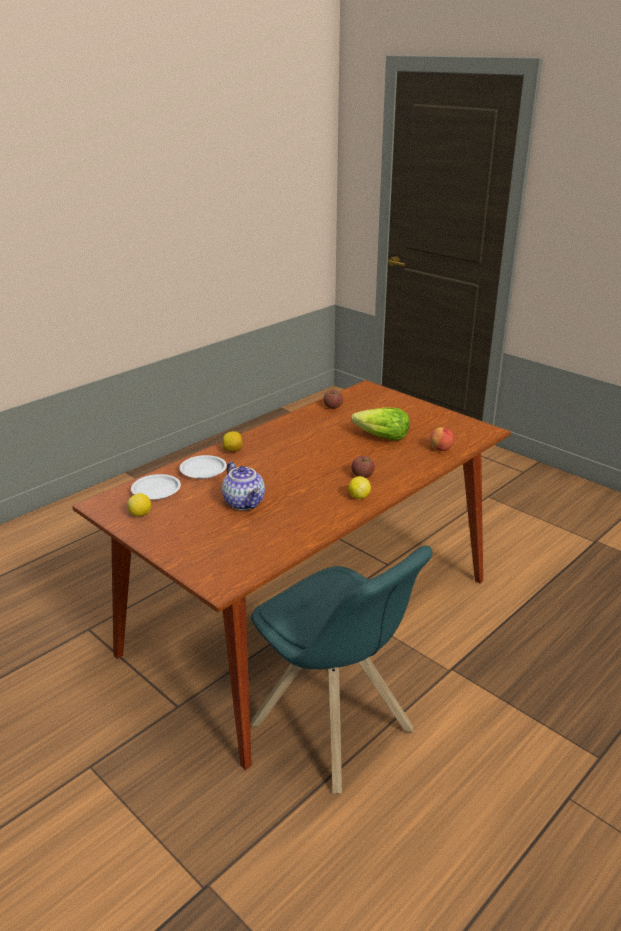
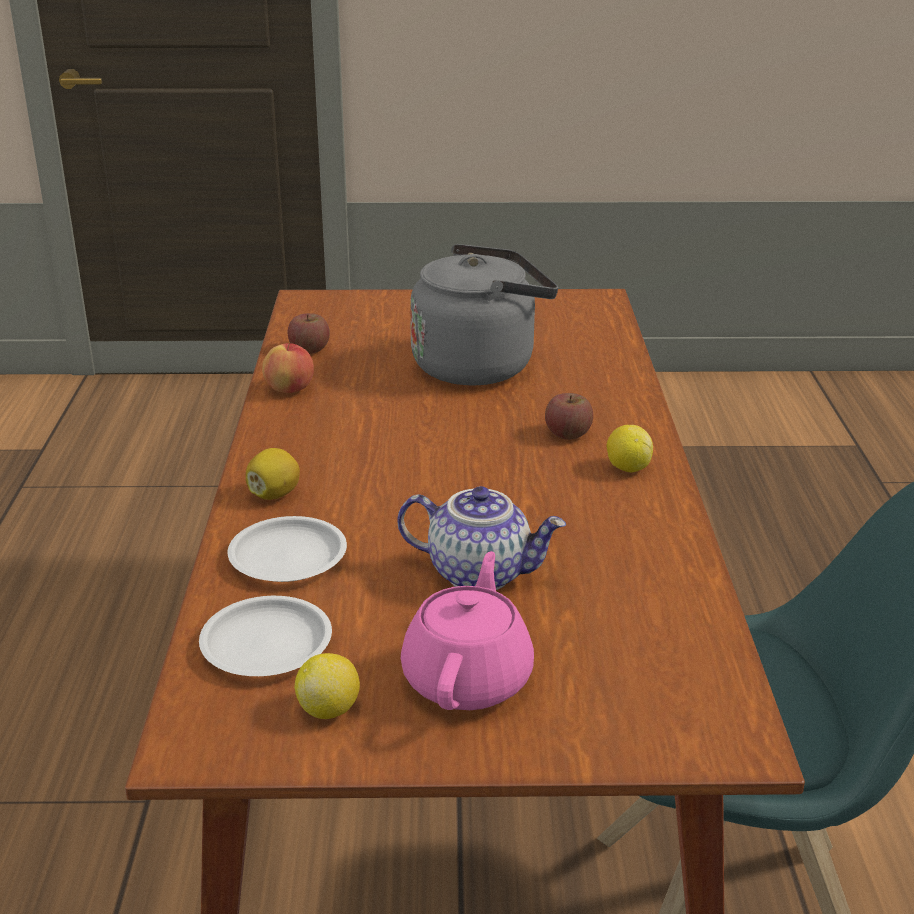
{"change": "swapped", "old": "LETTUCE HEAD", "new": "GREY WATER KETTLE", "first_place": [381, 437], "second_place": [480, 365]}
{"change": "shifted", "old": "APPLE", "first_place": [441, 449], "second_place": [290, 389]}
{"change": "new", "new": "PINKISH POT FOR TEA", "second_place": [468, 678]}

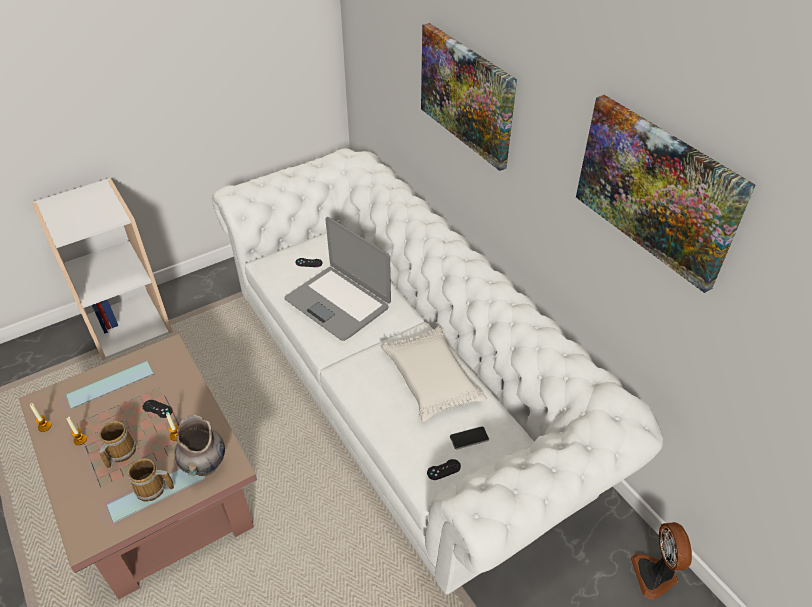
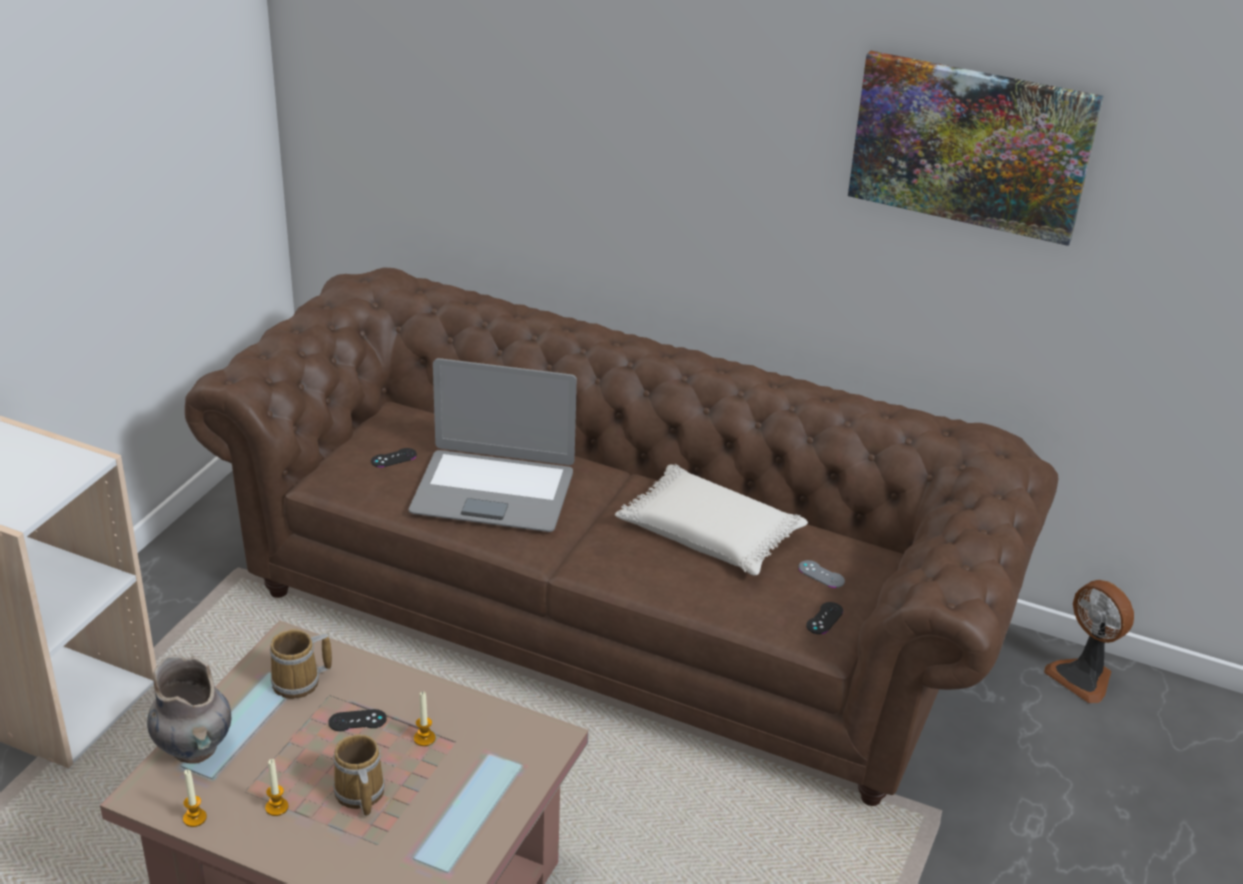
{"change": "shifted", "old": "COFFEE MUG", "first_place": [152, 489], "second_place": [299, 682]}
{"change": "shifted", "old": "GREY VASE", "first_place": [205, 466], "second_place": [195, 750]}
{"change": "repainted", "old": "WHITISH COUCH", "new": "BROWNISH COUCH", "first_place": [405, 391], "second_place": [613, 611]}
{"change": "gone", "old": "WALL ART", "first_place": [467, 94]}
{"change": "swapped", "old": "TELEPHONE", "new": "GREY GAME CONTROLLER", "first_place": [469, 438], "second_place": [821, 574]}

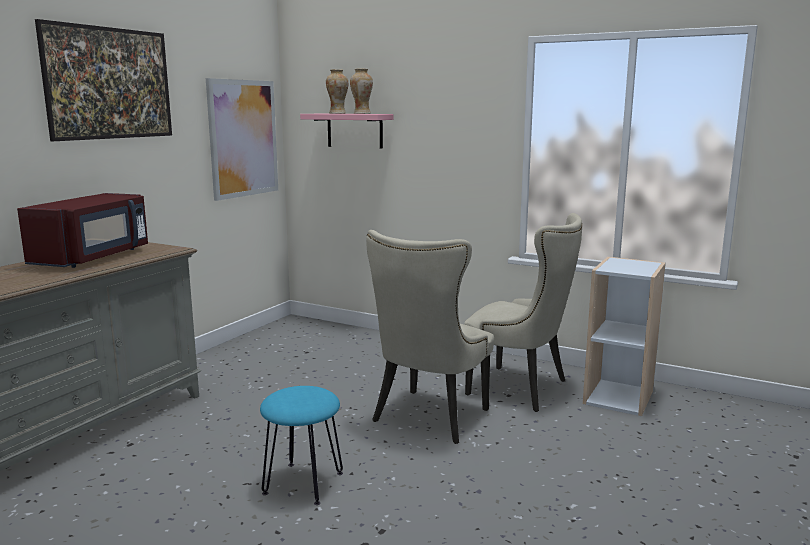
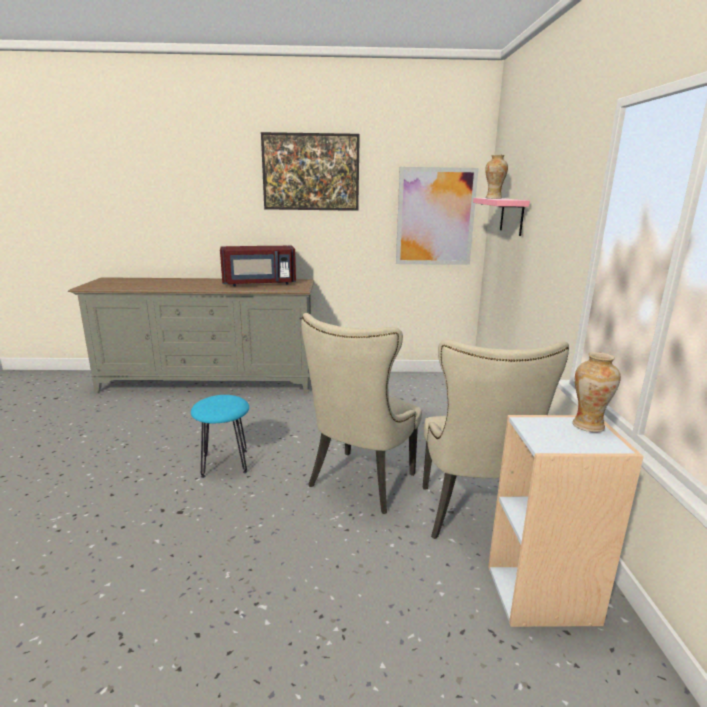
{"change": "shifted", "old": "VASE", "first_place": [362, 113], "second_place": [588, 425]}
{"change": "rotated", "old": "SAND-COLOURED PLAIN CHAIR", "first_place": [430, 417], "second_place": [361, 482], "degrees": -60}

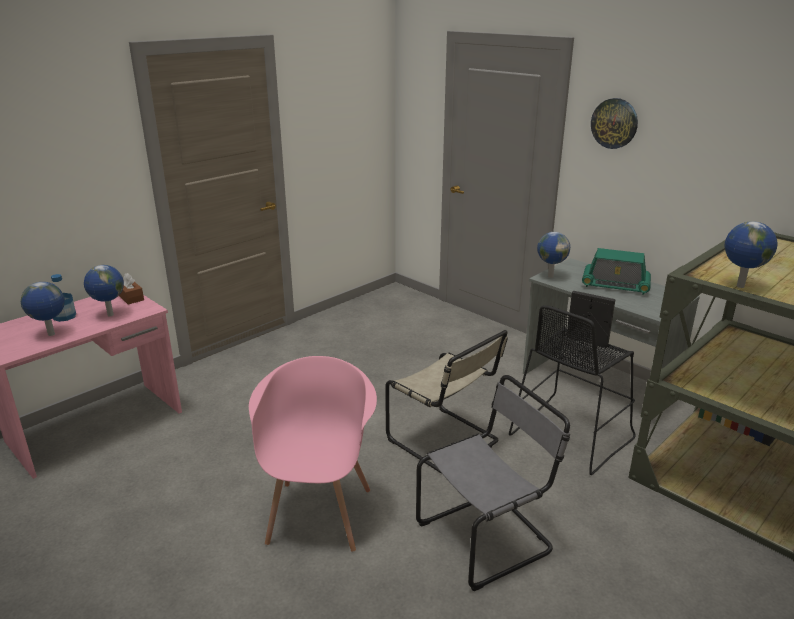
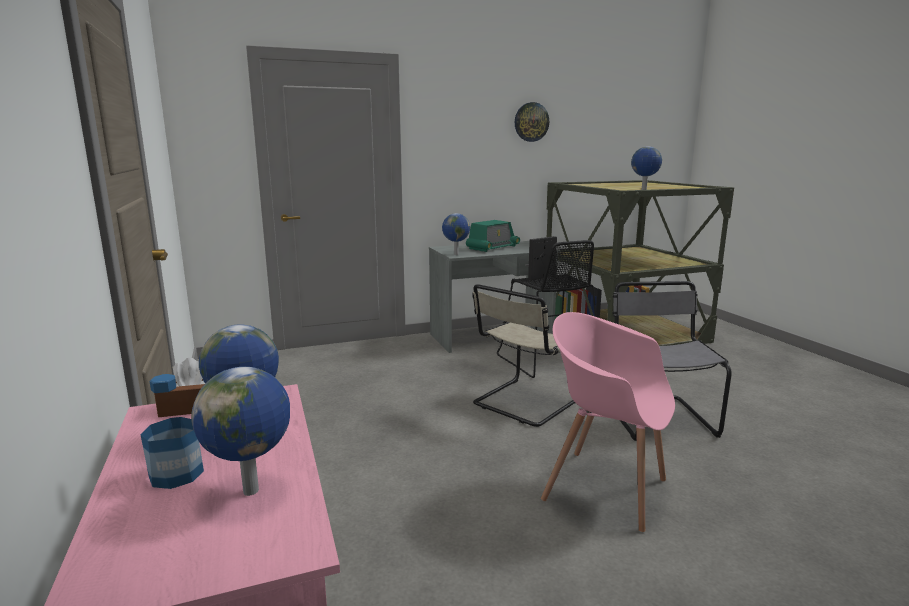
{"change": "rotated", "old": "SAND-COLOURED PLAIN CHAIR", "first_place": [446, 442], "second_place": [523, 403], "degrees": 150}
{"change": "shifted", "old": "CLOCK ON THE WALL", "first_place": [614, 123], "second_place": [531, 122]}

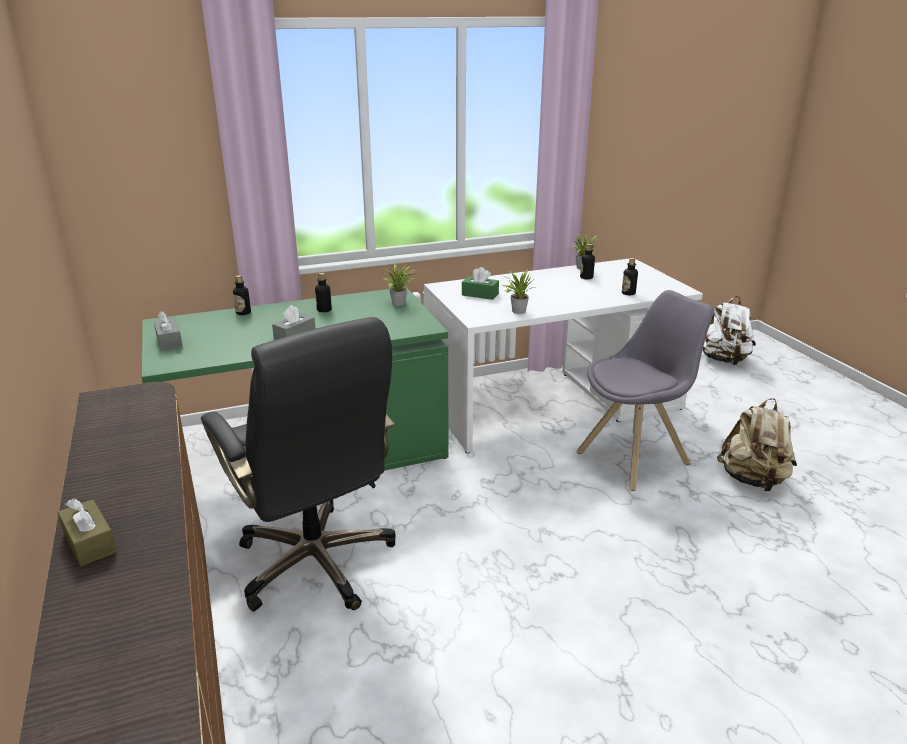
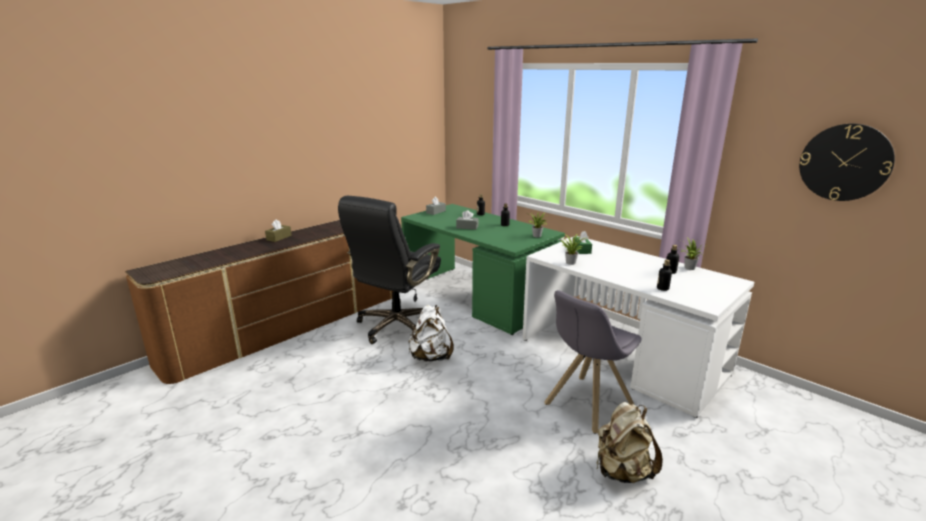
{"change": "rotated", "old": "GREY PLAIN CHAIR", "first_place": [634, 458], "second_place": [587, 404], "degrees": 105}
{"change": "shifted", "old": "WHITISH RUCKSACK", "first_place": [724, 360], "second_place": [430, 357]}
{"change": "new", "new": "CLOCK ON THE WALL", "second_place": [844, 162]}

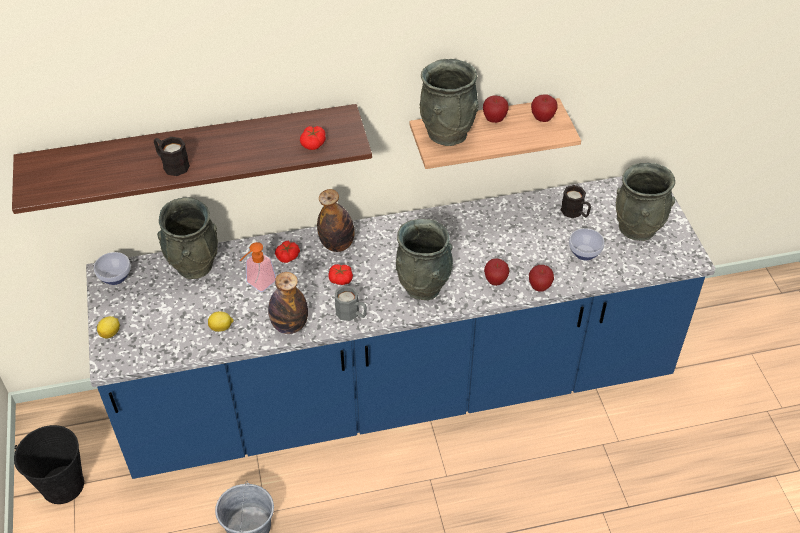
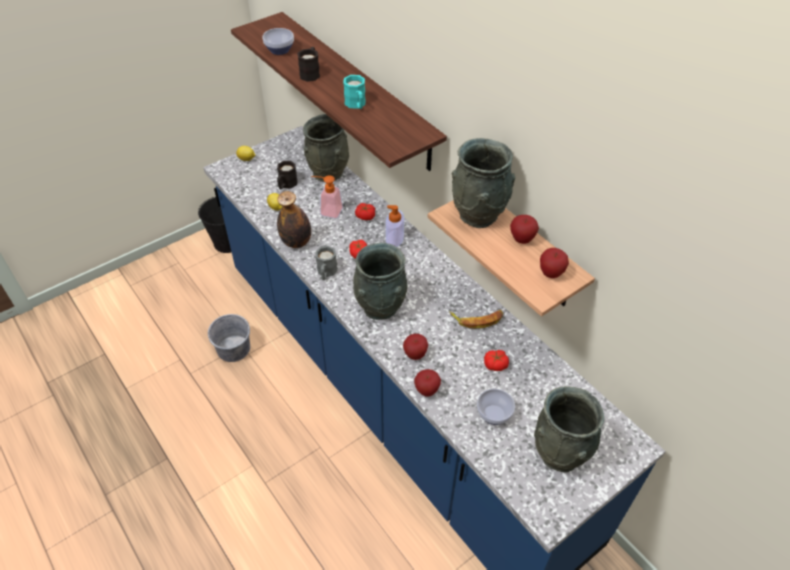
{"change": "shifted", "old": "DEEP DISH", "first_place": [115, 276], "second_place": [280, 50]}
{"change": "shifted", "old": "WHOLE TOMATO", "first_place": [313, 143], "second_place": [495, 364]}
{"change": "swapped", "old": "BOTTLE", "new": "SOAP DISPENSER", "first_place": [337, 244], "second_place": [394, 239]}
{"change": "shifted", "old": "BLACK COFFEE MUG", "first_place": [575, 213], "second_place": [286, 185]}
{"change": "new", "new": "TURQUOISE-COLOURED COFFEE MUG", "second_place": [356, 105]}
{"change": "new", "new": "WHOLE BANANA", "second_place": [477, 319]}

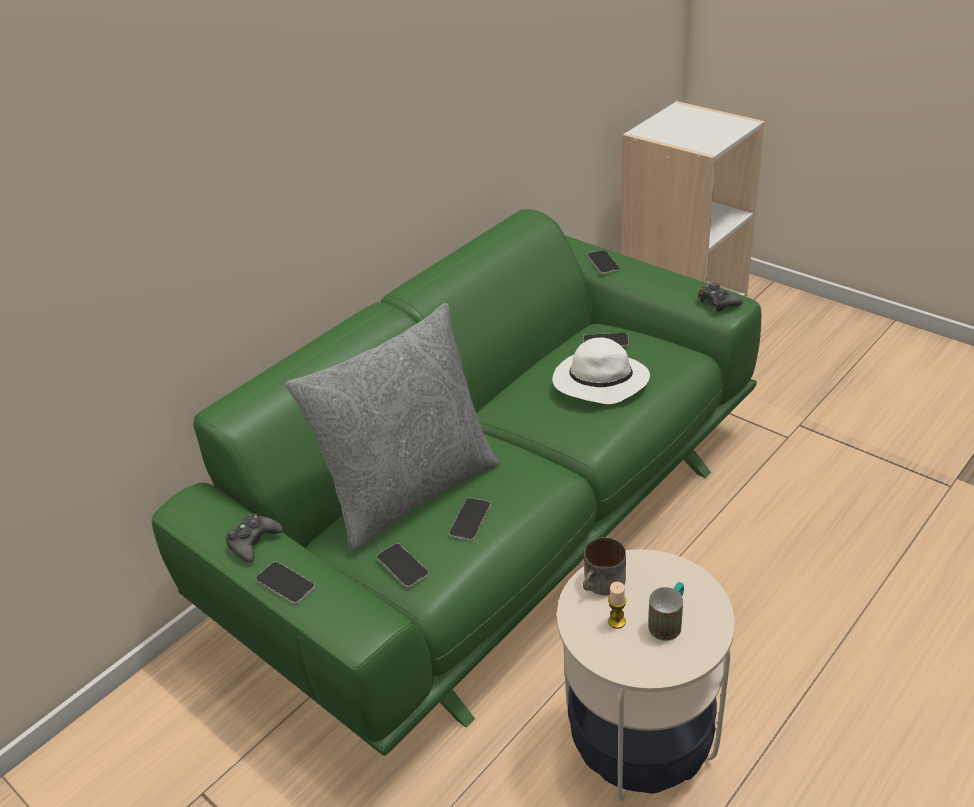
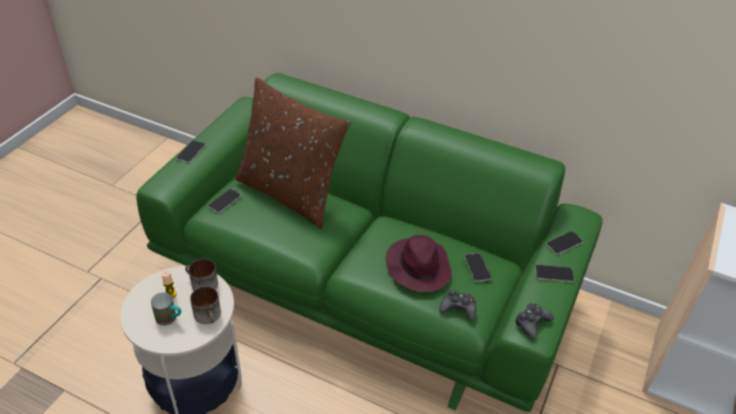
{"change": "shifted", "old": "BLACK GAME CONTROLLER", "first_place": [253, 542], "second_place": [458, 308]}
{"change": "repainted", "old": "GREY THROW PILLOW", "new": "BROWNISH THROW PILLOW", "first_place": [410, 490], "second_place": [290, 193]}
{"change": "shifted", "old": "TELEPHONE", "first_place": [470, 520], "second_place": [554, 274]}
{"change": "repainted", "old": "WHITISH HAT", "new": "PURPLISH HAT", "first_place": [598, 383], "second_place": [418, 267]}
{"change": "new", "new": "COFFEE MUG", "second_place": [209, 316]}

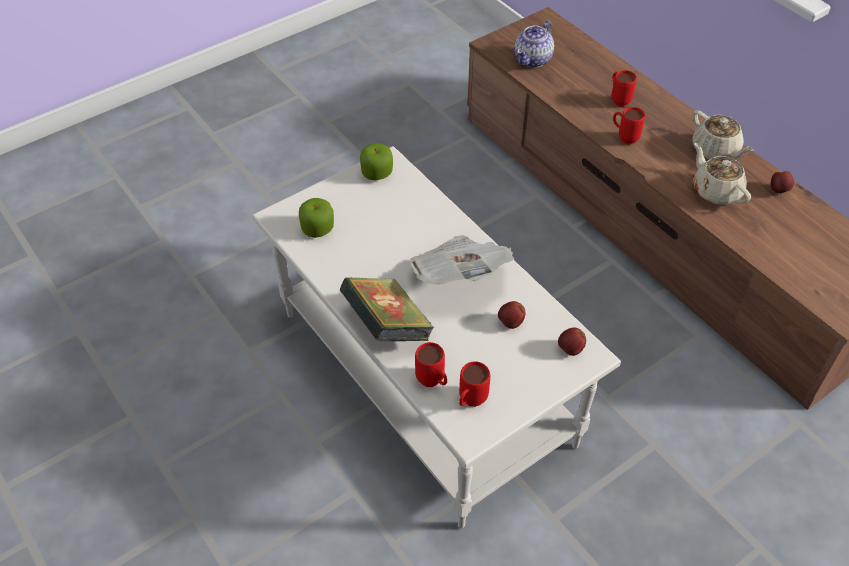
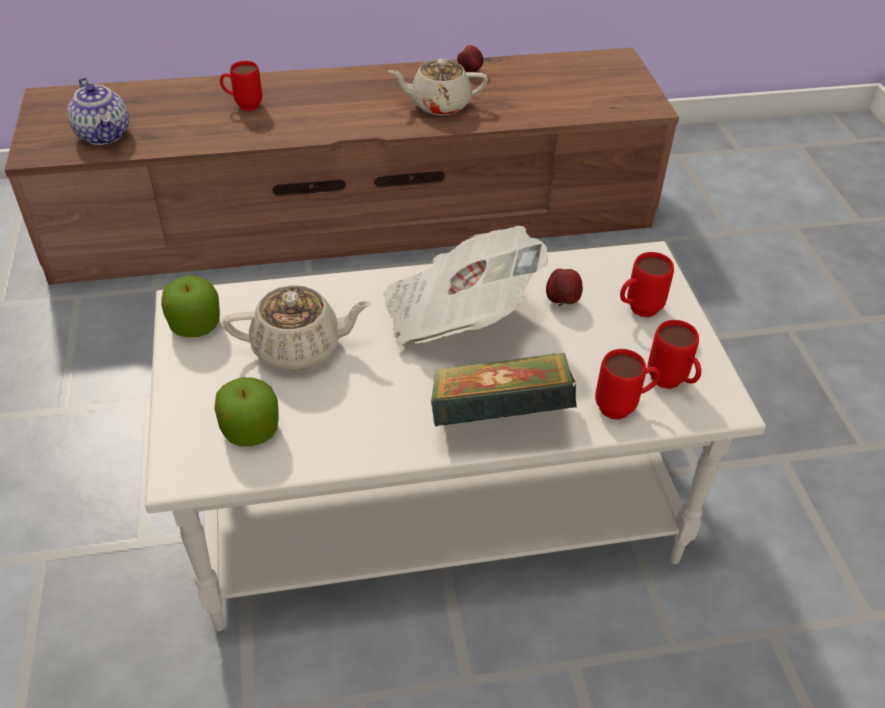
{"change": "gone", "old": "APPLE", "first_place": [570, 349]}
{"change": "shifted", "old": "REDDISH COFFEE MUG", "first_place": [624, 137], "second_place": [637, 311]}
{"change": "shifted", "old": "SAND-COLOURED POT FOR TEA", "first_place": [715, 150], "second_place": [299, 348]}

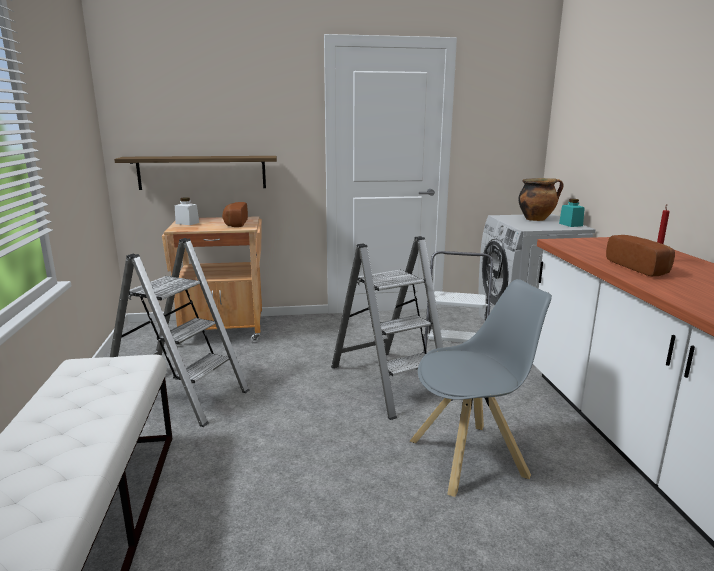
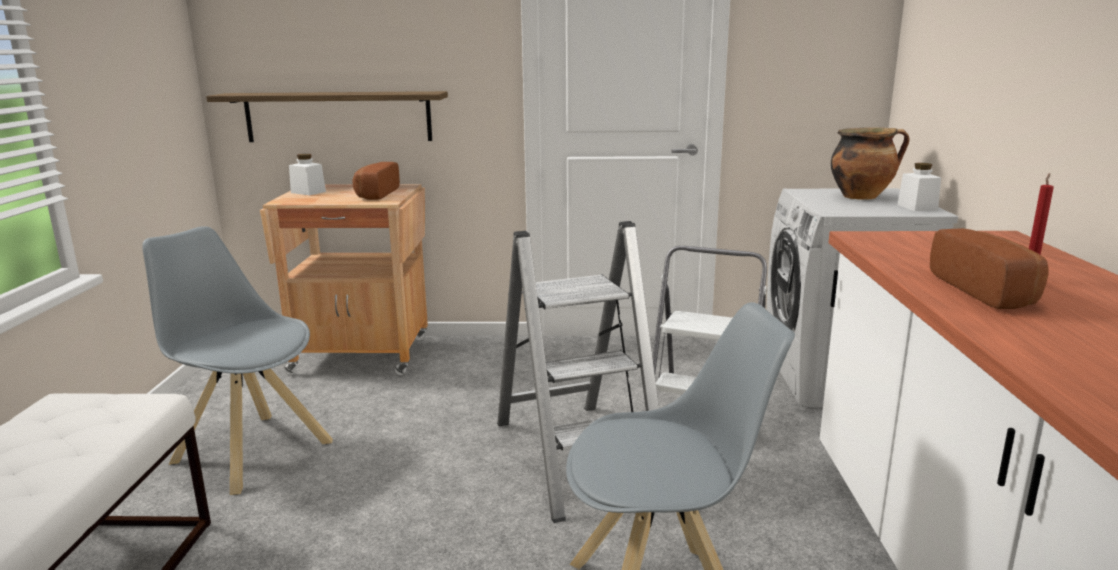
{"change": "swapped", "old": "GREY STEP STOOL", "new": "GREY PLAIN CHAIR", "first_place": [176, 394], "second_place": [250, 450]}
{"change": "repainted", "old": "TURQUOISE-COLOURED PRESERVE JAR", "new": "WHITISH PRESERVE JAR", "first_place": [570, 224], "second_place": [917, 207]}

